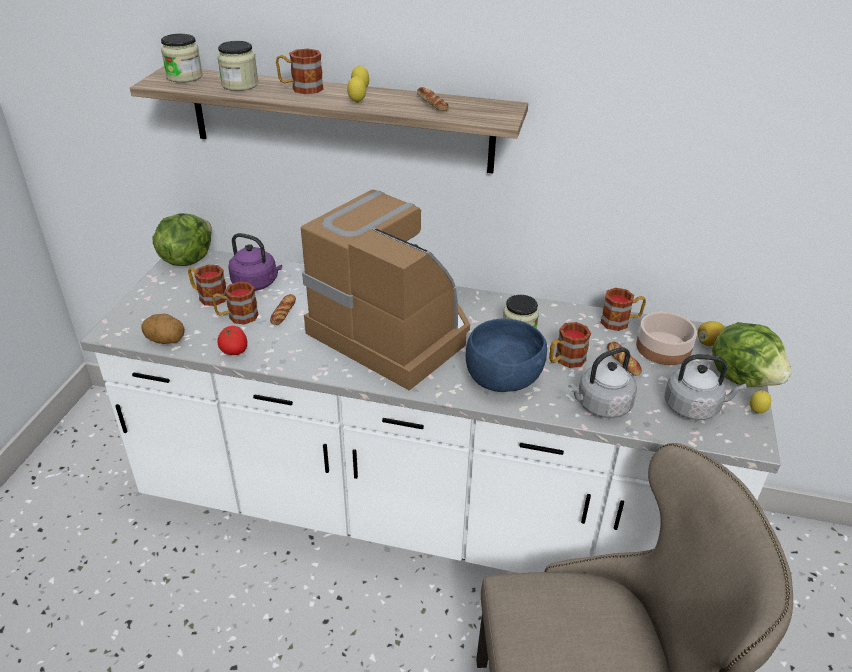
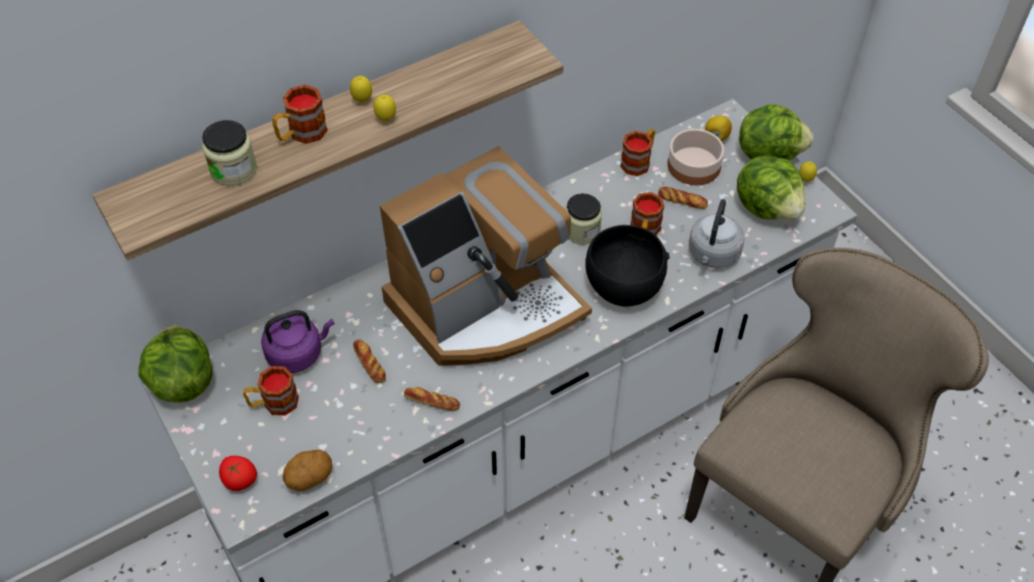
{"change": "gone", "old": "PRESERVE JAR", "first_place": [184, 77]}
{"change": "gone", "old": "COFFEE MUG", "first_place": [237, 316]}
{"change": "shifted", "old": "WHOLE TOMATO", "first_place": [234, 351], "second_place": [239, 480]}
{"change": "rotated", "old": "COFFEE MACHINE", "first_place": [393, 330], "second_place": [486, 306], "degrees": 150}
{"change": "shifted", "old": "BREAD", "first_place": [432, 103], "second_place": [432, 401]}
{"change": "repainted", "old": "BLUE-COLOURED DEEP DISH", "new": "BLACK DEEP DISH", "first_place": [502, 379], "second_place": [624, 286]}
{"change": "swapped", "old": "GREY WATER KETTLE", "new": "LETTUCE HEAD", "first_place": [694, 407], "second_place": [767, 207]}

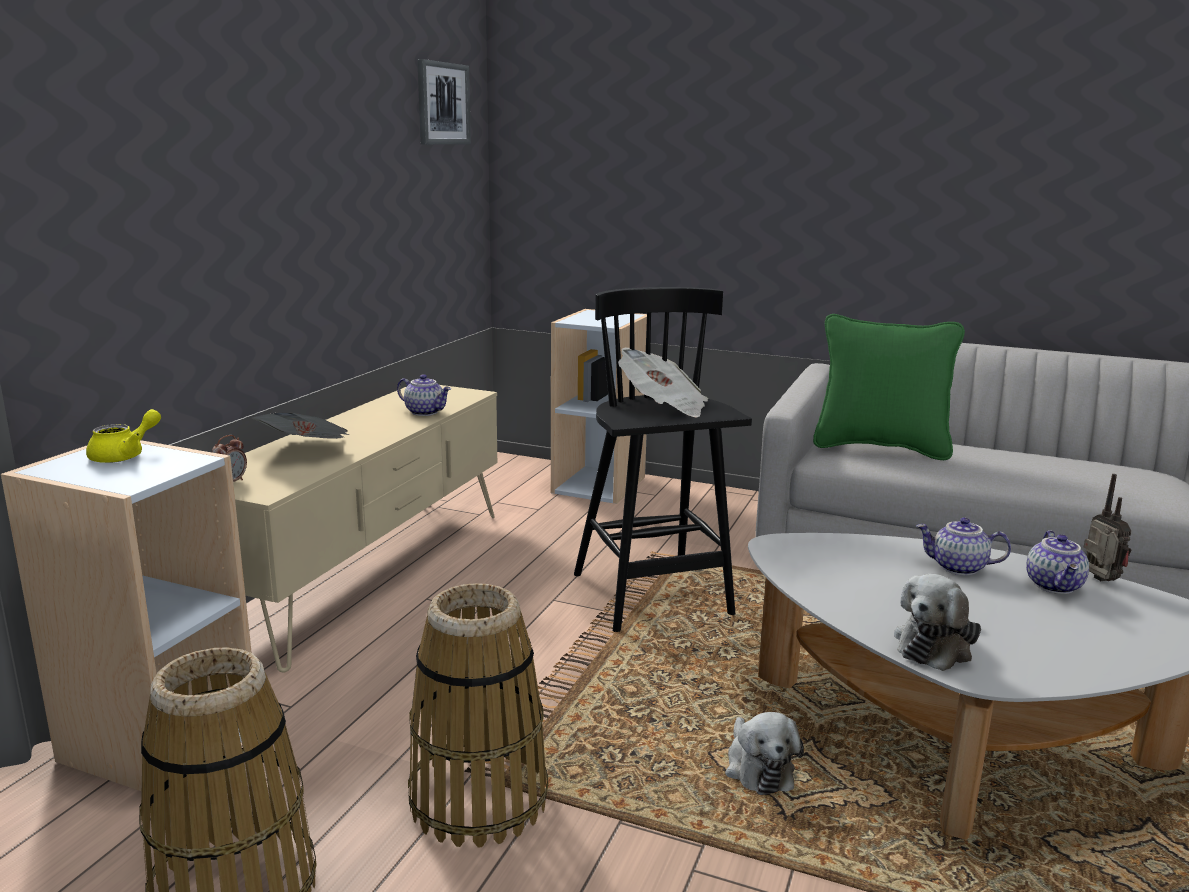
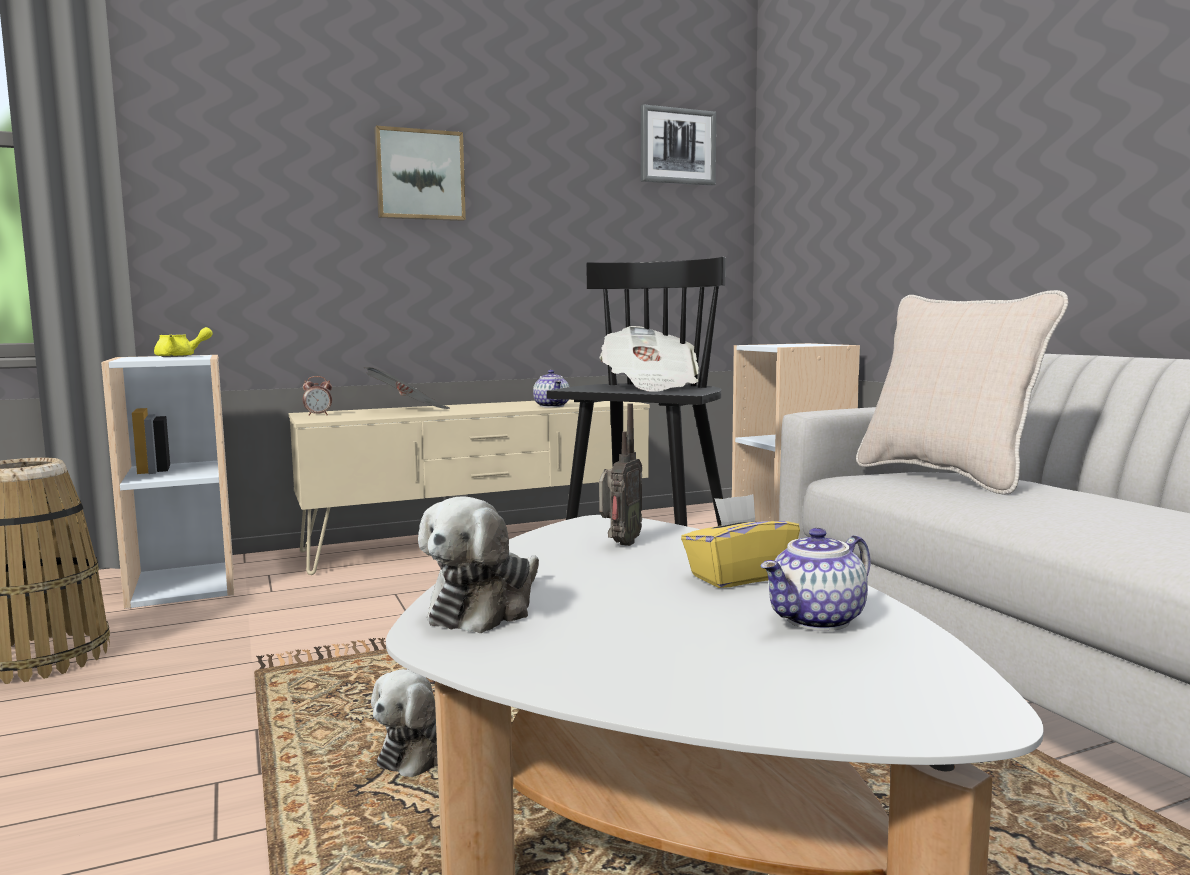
{"change": "gone", "old": "STORAGE BASKET", "first_place": [479, 798]}
{"change": "repainted", "old": "GREEN THROW PILLOW", "new": "SAND-COLOURED THROW PILLOW", "first_place": [880, 447], "second_place": [947, 476]}
{"change": "rotated", "old": "CUDDLY TOY", "first_place": [935, 645], "second_place": [485, 608], "degrees": -60}
{"change": "swapped", "old": "POT FOR TEA", "new": "YELLOWISH BOX OF TISSUES", "first_place": [957, 568], "second_place": [738, 576]}
{"change": "shifted", "old": "RADIO", "first_place": [1098, 581], "second_place": [619, 544]}
{"change": "new", "new": "WALL ART", "second_place": [419, 175]}

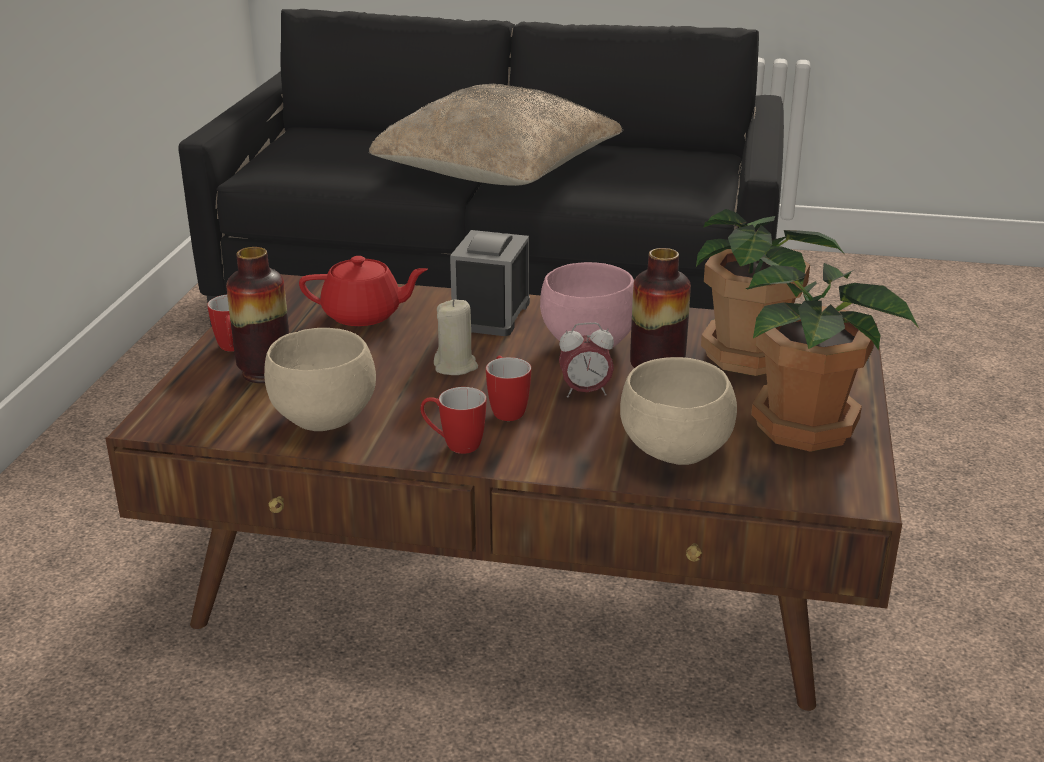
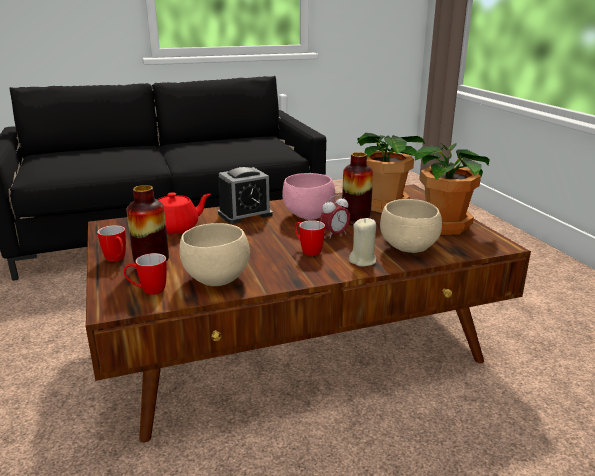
{"change": "gone", "old": "SAND-COLOURED THROW PILLOW", "first_place": [498, 167]}
{"change": "shifted", "old": "COFFEE MUG", "first_place": [454, 445], "second_place": [148, 291]}
{"change": "shifted", "old": "SAND-COLOURED WAX LIGHT", "first_place": [456, 366], "second_place": [363, 261]}
{"change": "rotated", "old": "ALARM CLOCK", "first_place": [491, 315], "second_place": [245, 214], "degrees": -105}

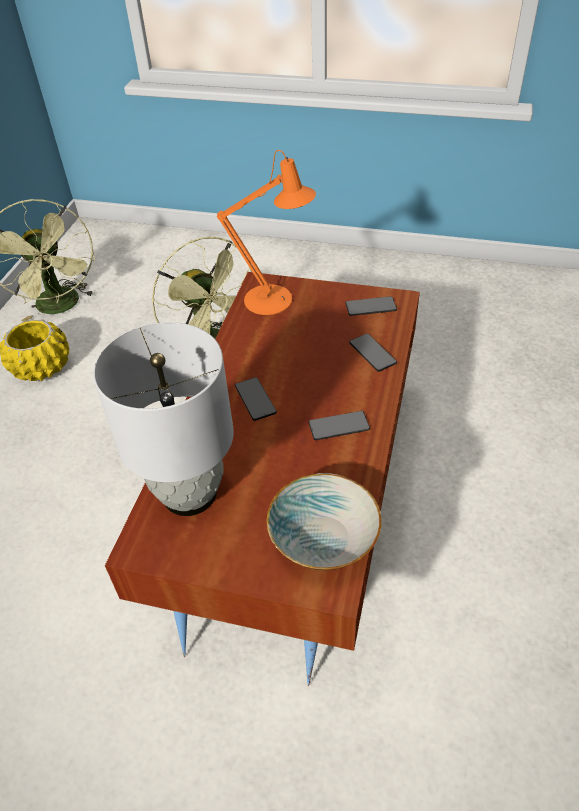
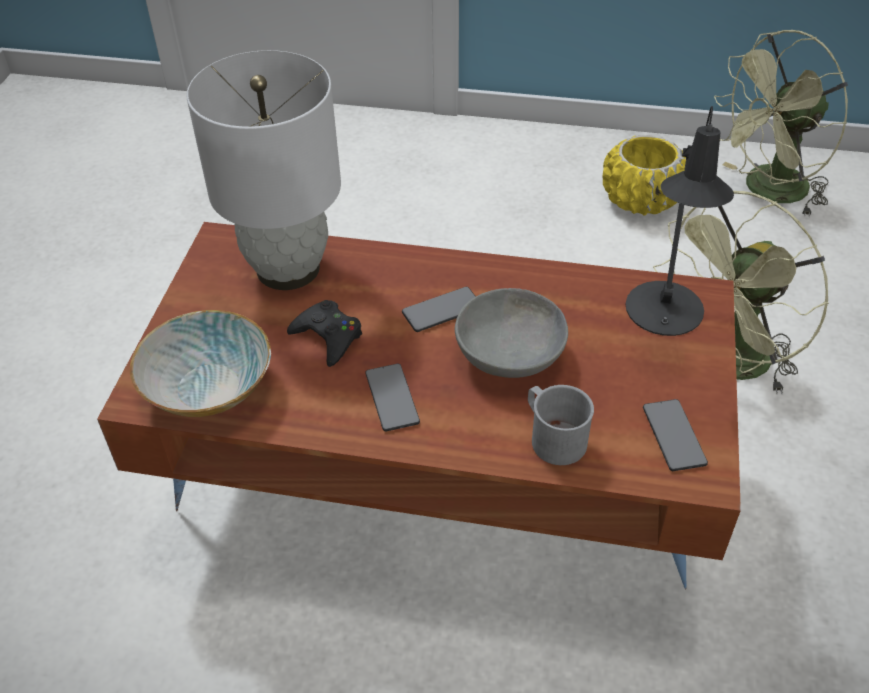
{"change": "repainted", "old": "ORANGEY TABLE LAMP", "new": "BLACK TABLE LAMP", "first_place": [275, 300], "second_place": [664, 316]}
{"change": "swapped", "old": "TELEPHONE", "new": "GREY COFFEE MUG", "first_place": [372, 353], "second_place": [553, 437]}
{"change": "new", "new": "BLACK GAME CONTROLLER", "second_place": [328, 337]}
{"change": "new", "new": "GREY DEEP DISH", "second_place": [511, 356]}

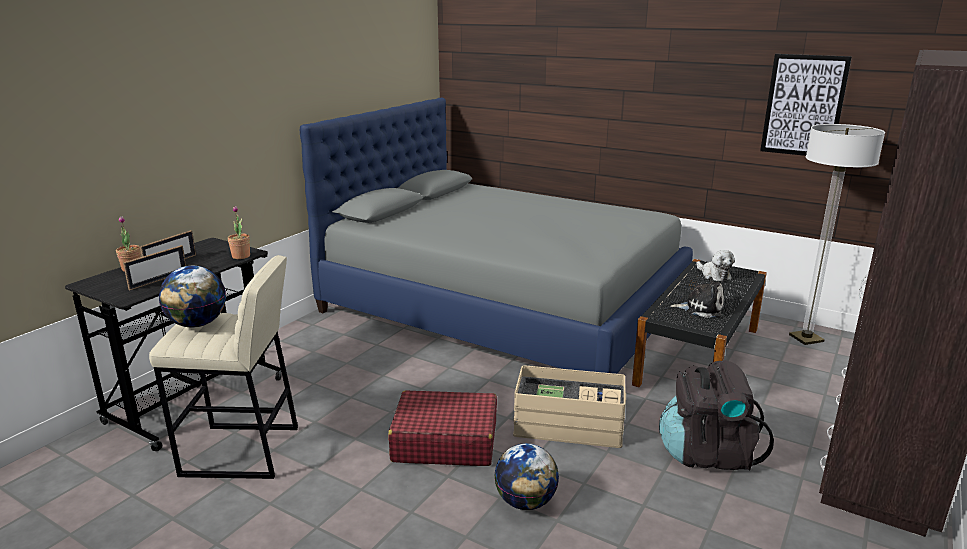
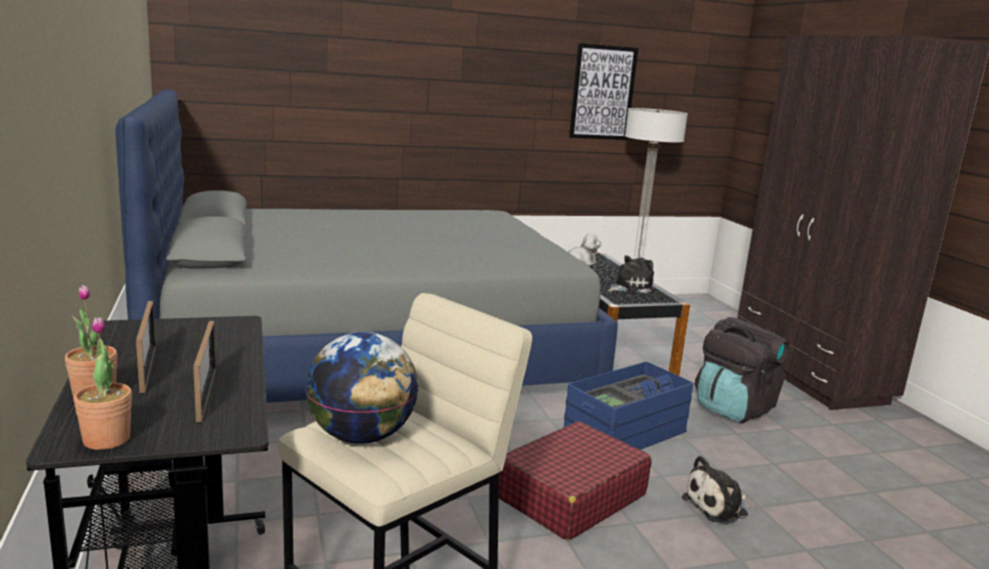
{"change": "shifted", "old": "PLANT IN A POT", "first_place": [241, 256], "second_place": [106, 440]}
{"change": "swapped", "old": "DESK GLOBE", "new": "CUDDLY TOY", "first_place": [525, 502], "second_place": [718, 506]}
{"change": "repainted", "old": "SAND-COLOURED STORAGE BOX", "new": "BLUE-COLOURED STORAGE BOX", "first_place": [569, 424], "second_place": [624, 431]}

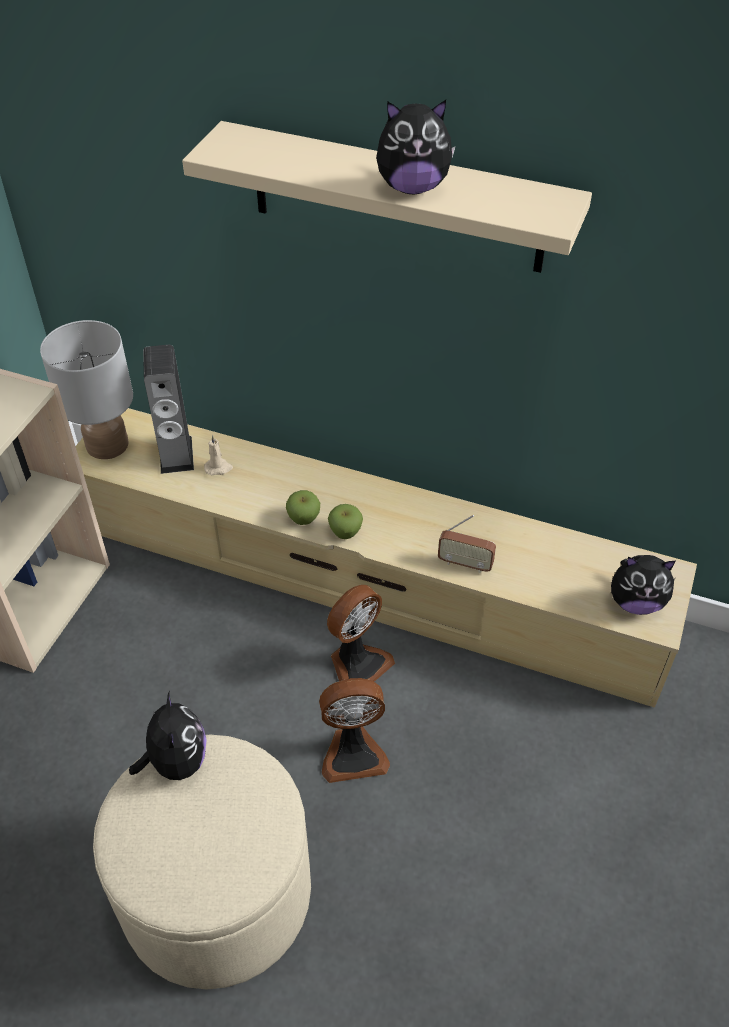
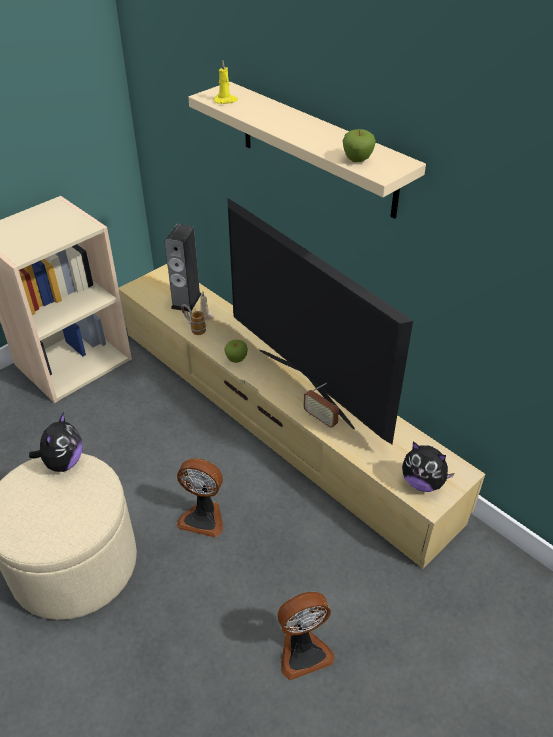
{"change": "gone", "old": "GREY TABLE LAMP", "first_place": [107, 445]}
{"change": "shifted", "old": "FAN", "first_place": [357, 664], "second_place": [303, 651]}
{"change": "shifted", "old": "APPLE", "first_place": [345, 533], "second_place": [357, 160]}
{"change": "gone", "old": "CUDDLY TOY", "first_place": [412, 187]}
{"change": "new", "new": "COFFEE MUG", "second_place": [193, 328]}
{"change": "new", "new": "YELLOWISH WAX LIGHT", "second_place": [226, 100]}
{"change": "new", "new": "TELEVISION", "second_place": [306, 386]}

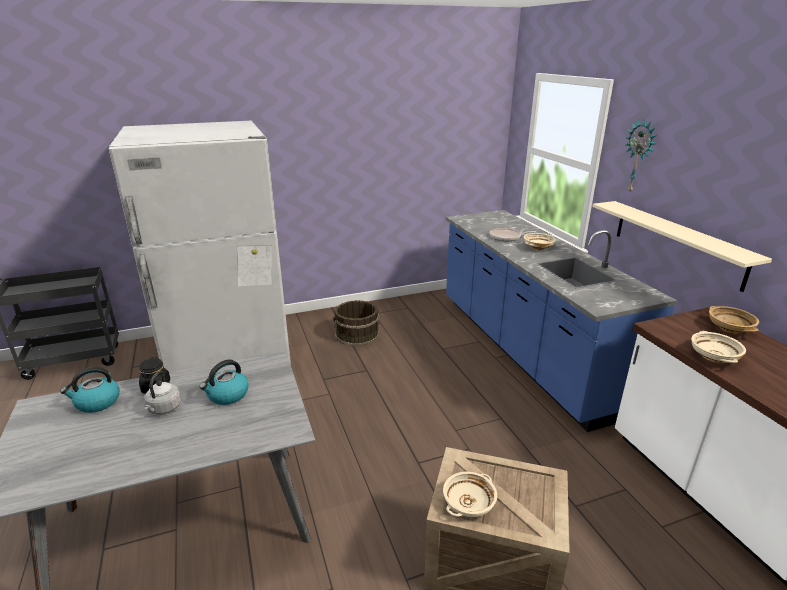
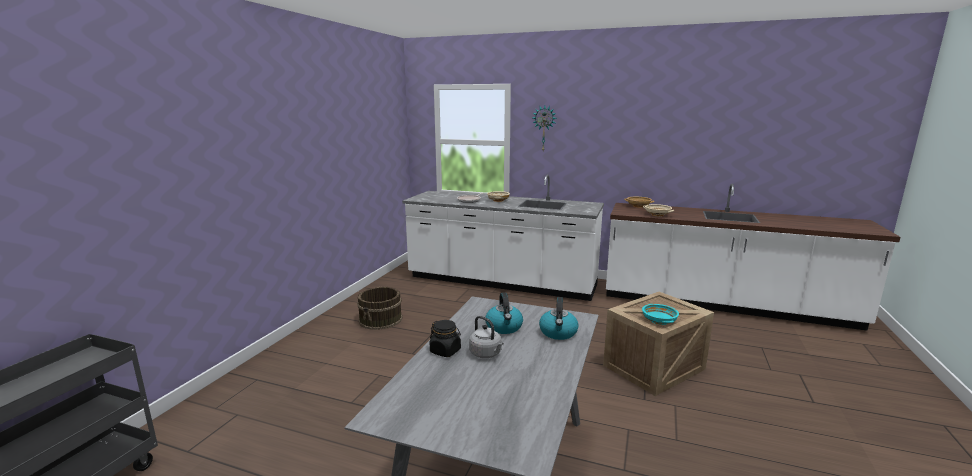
{"change": "shifted", "old": "WATER KETTLE", "first_place": [97, 402], "second_place": [558, 333]}
{"change": "gone", "old": "WHITISH FRIDGE", "first_place": [228, 353]}
{"change": "repainted", "old": "SAND-COLOURED DEEP DISH", "new": "TURQUOISE-COLOURED DEEP DISH", "first_place": [468, 504], "second_place": [659, 321]}
{"change": "repainted", "old": "BLUE-COLOURED KITCHEN BASE UNIT", "new": "WHITISH KITCHEN BASE UNIT", "first_place": [525, 350], "second_place": [501, 282]}
{"change": "gone", "old": "SAND-COLOURED BRACKET SHELF", "first_place": [677, 243]}

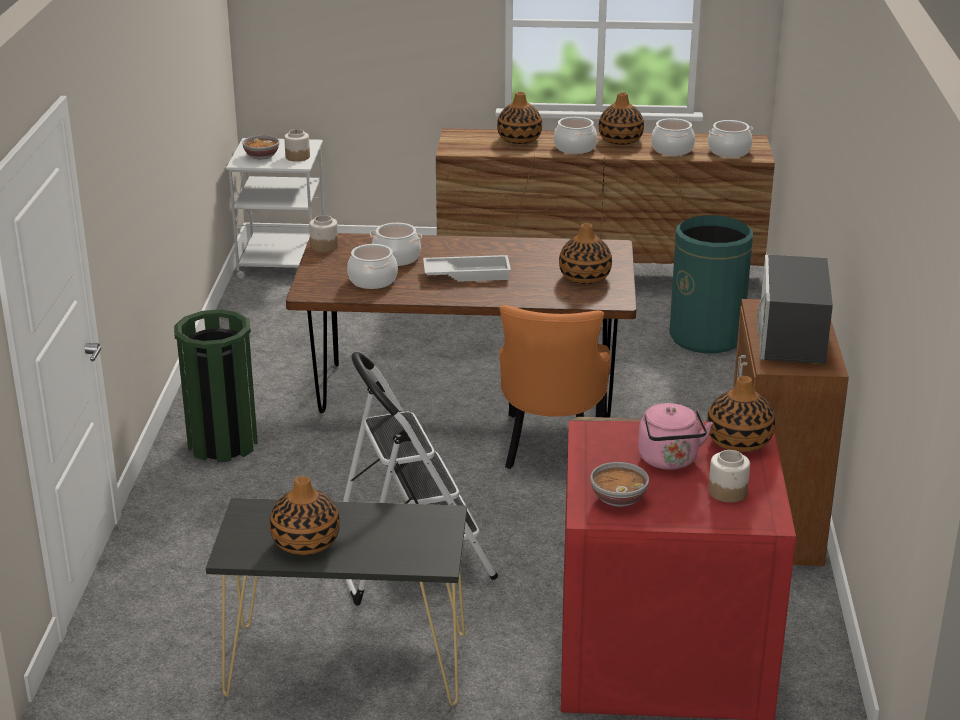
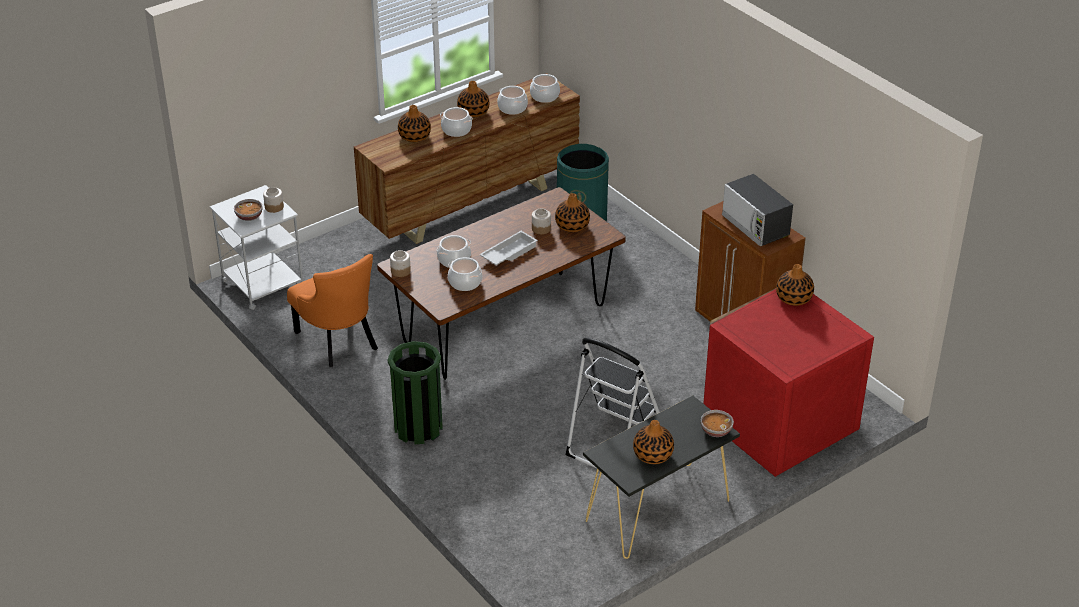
{"change": "shifted", "old": "ORANGEY PLAIN CHAIR", "first_place": [551, 443], "second_place": [337, 339]}
{"change": "shifted", "old": "DEEP DISH", "first_place": [618, 498], "second_place": [715, 431]}
{"change": "gone", "old": "PINKISH WATER KETTLE", "first_place": [670, 461]}
{"change": "shifted", "old": "PRESERVE JAR", "first_place": [728, 492], "second_place": [541, 228]}

